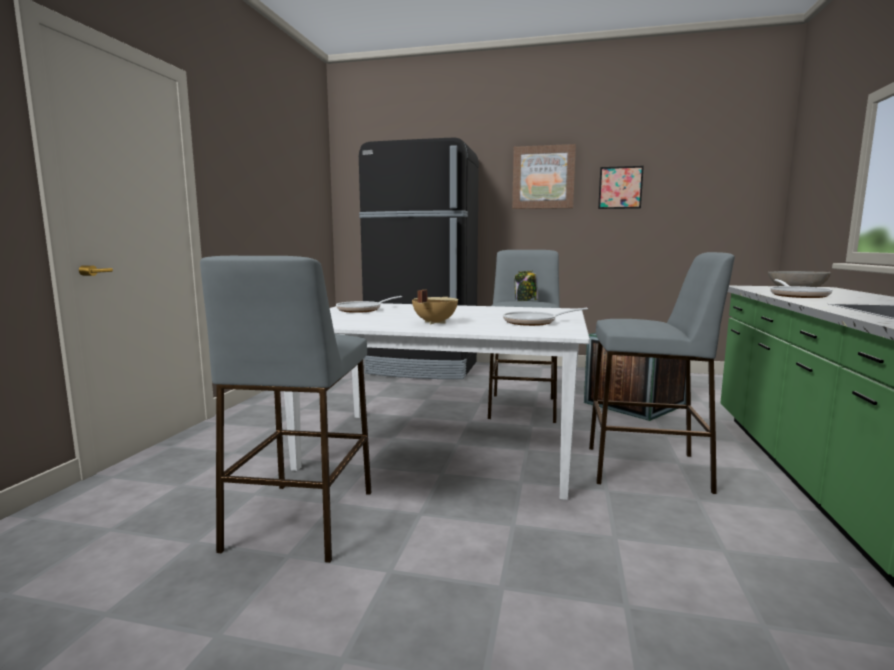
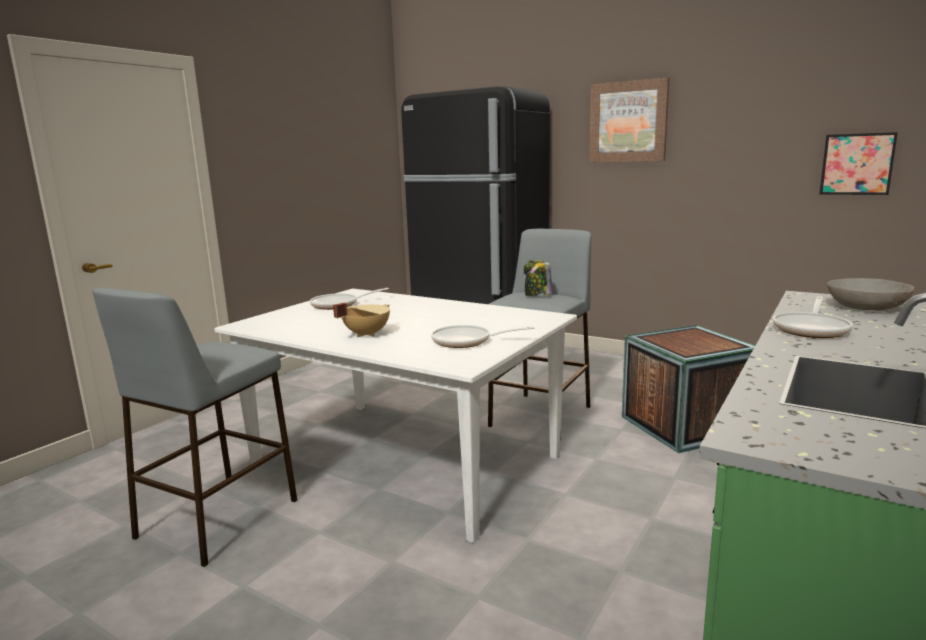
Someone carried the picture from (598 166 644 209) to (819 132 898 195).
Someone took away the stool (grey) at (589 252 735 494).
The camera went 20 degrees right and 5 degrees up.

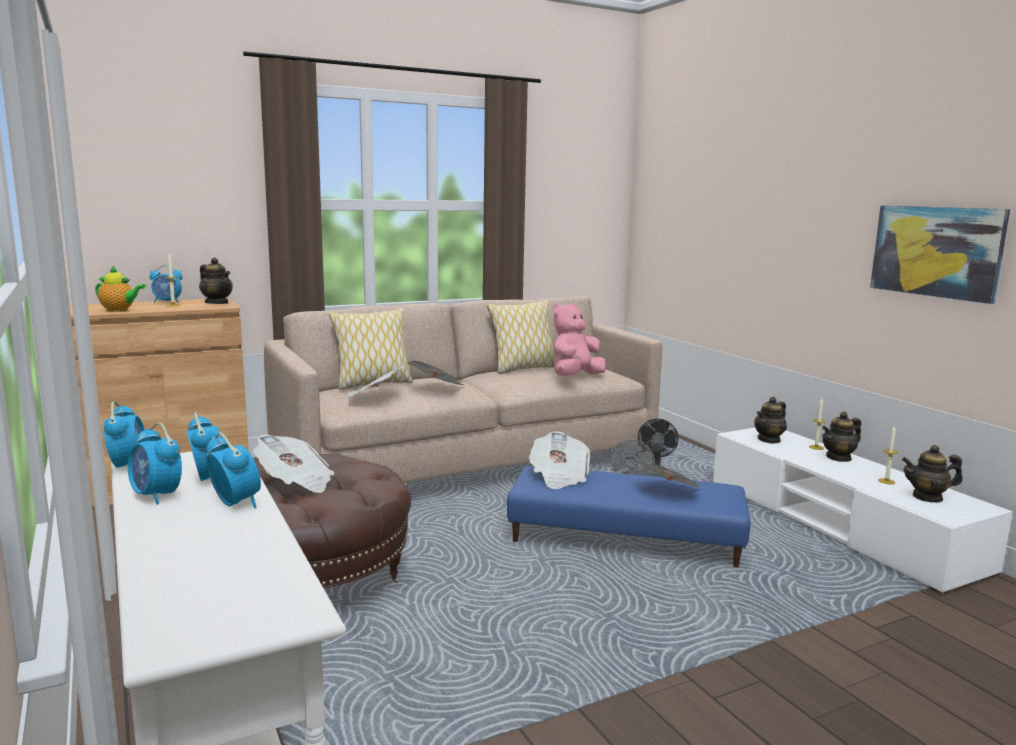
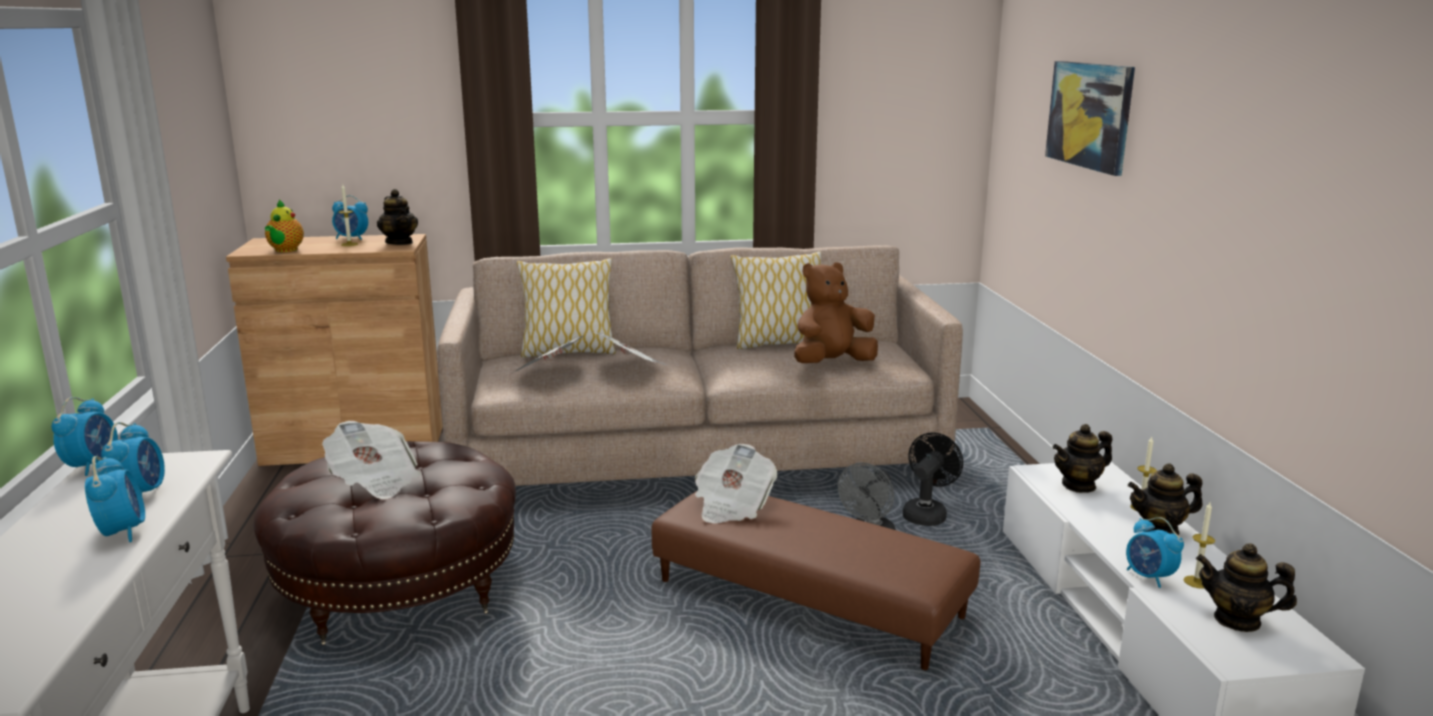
Someone carried the picture from (870 206 1010 304) to (1045 61 1135 176).
Someone rotated the teapot at (95 266 146 312) by 60 degrees clockwise.
Someone repainted the plush toy (pink) at (553 303 606 376), which became the plush toy (brown) at (794 262 878 363).
Someone carried the alarm clock from (128 423 182 505) to (1126 517 1184 588).
Someone took away the newspaper at (638 462 700 487).
Someone repainted the ottoman (blue) at (507 466 751 568), which became the ottoman (brown) at (651 490 980 670).
The camera went 20 degrees right and 5 degrees up.

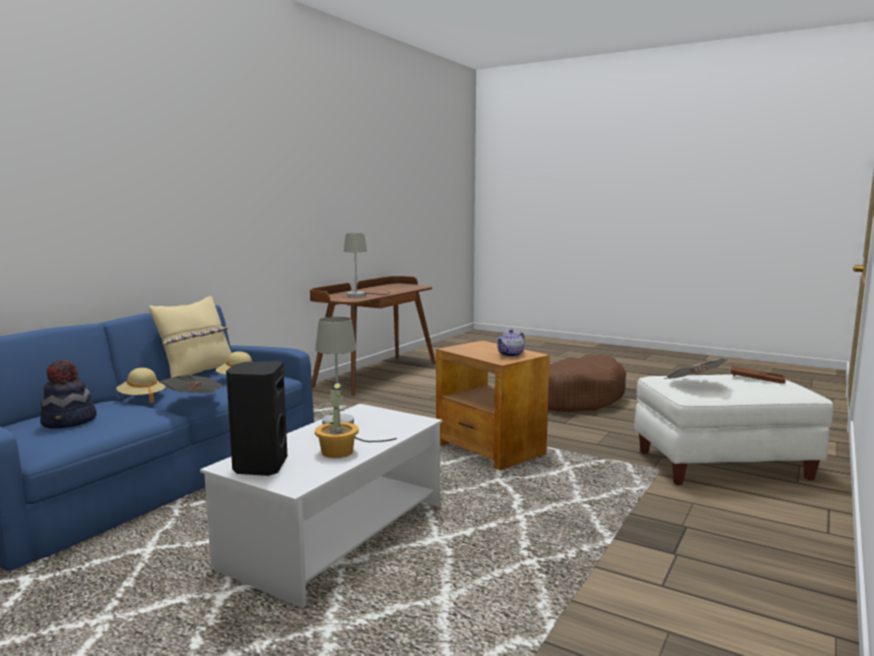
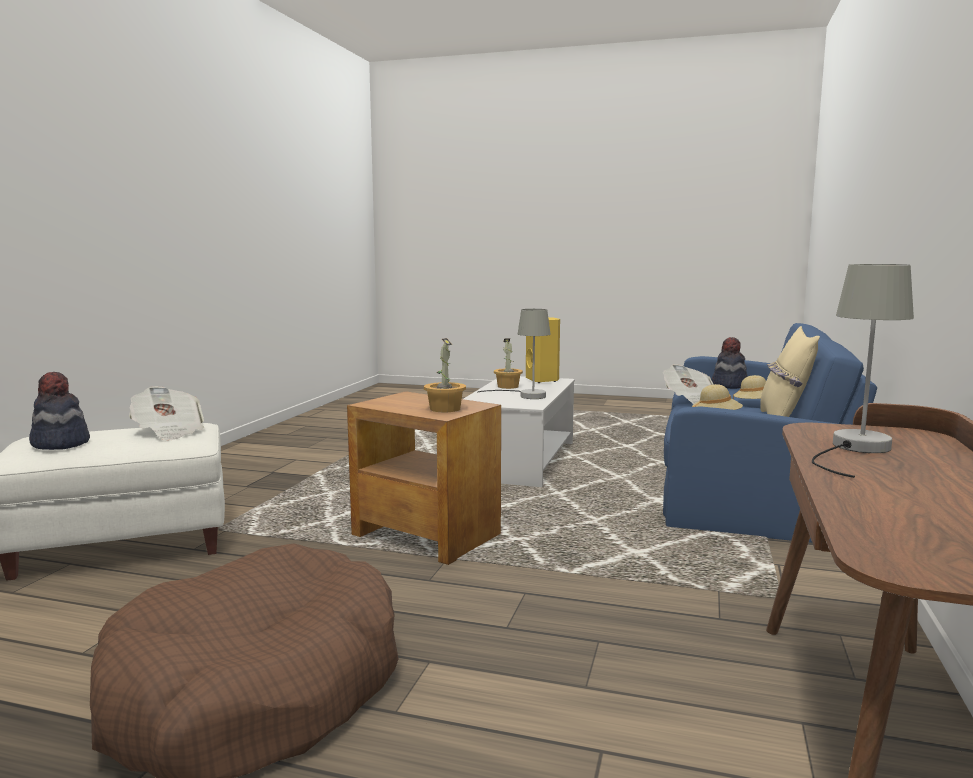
Someone took away the teapot at (497 329 525 357).
Someone repainted the speaker (black) at (226 361 287 476), which became the speaker (yellow) at (526 317 560 383).
Someone swapped the tray (brown) at (731 366 786 384) for the hat at (29 372 90 450).
Someone put down the potted plant at (424 338 466 412).
The camera went 165 degrees right and 0 degrees up.

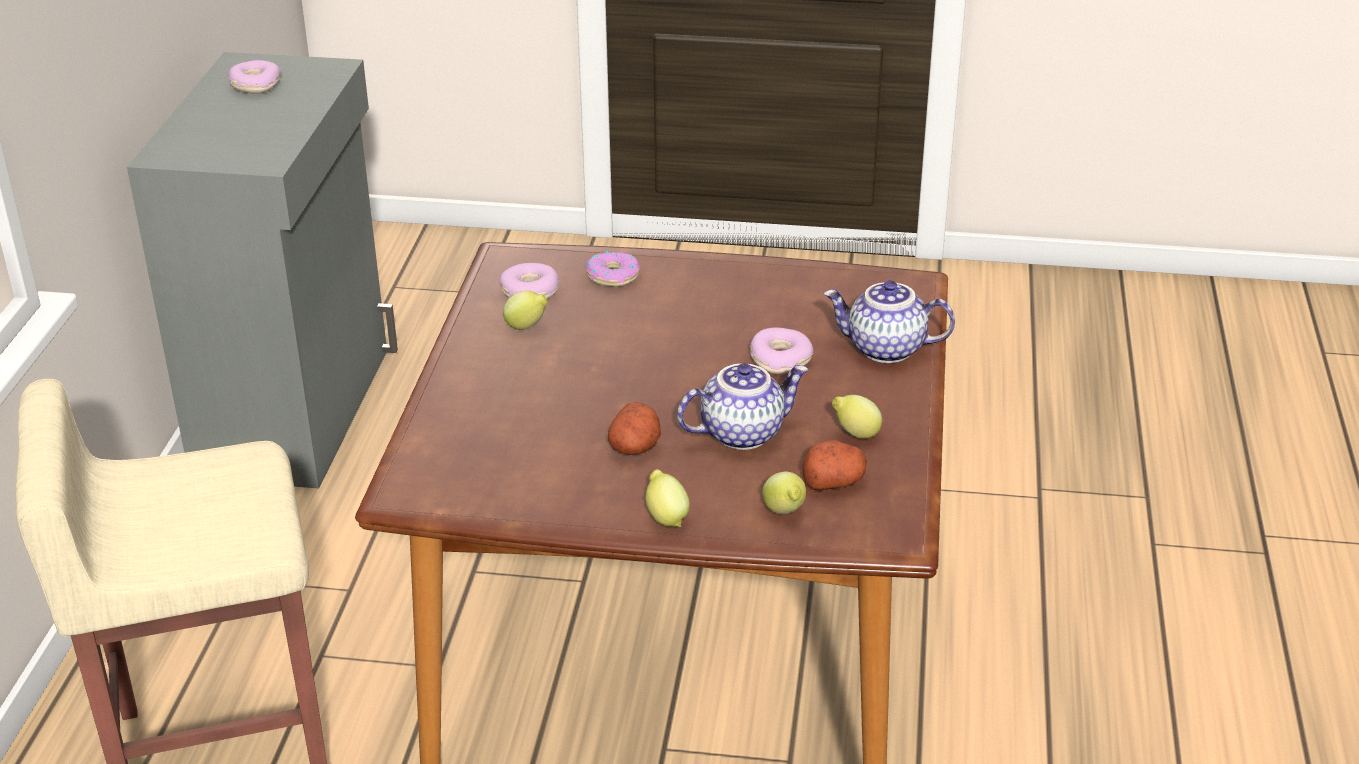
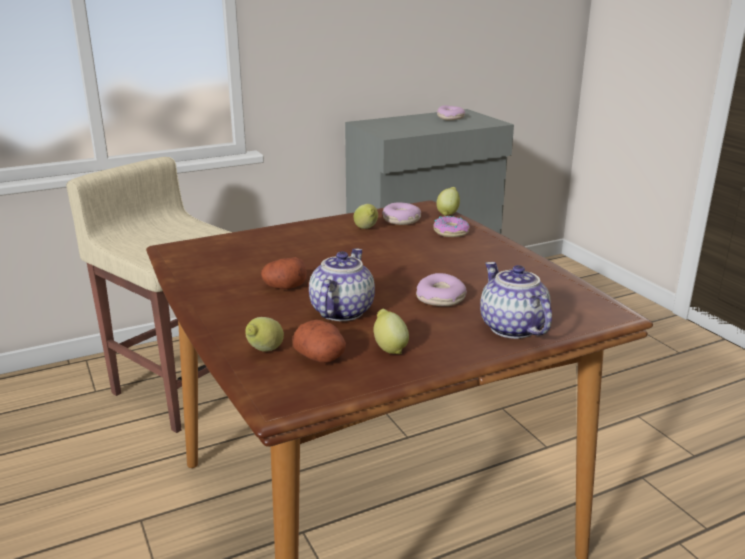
Someone rotated the teapot at (677 363 809 450) by 105 degrees counterclockwise.
Someone carried the lemon from (645 469 690 527) to (436 187 460 216).
The camera went 55 degrees right and 10 degrees down.

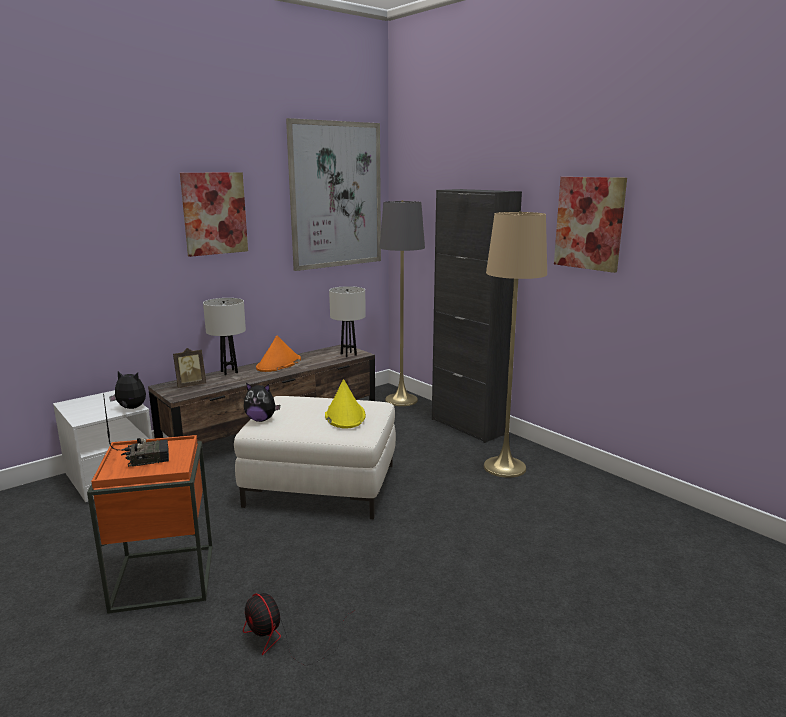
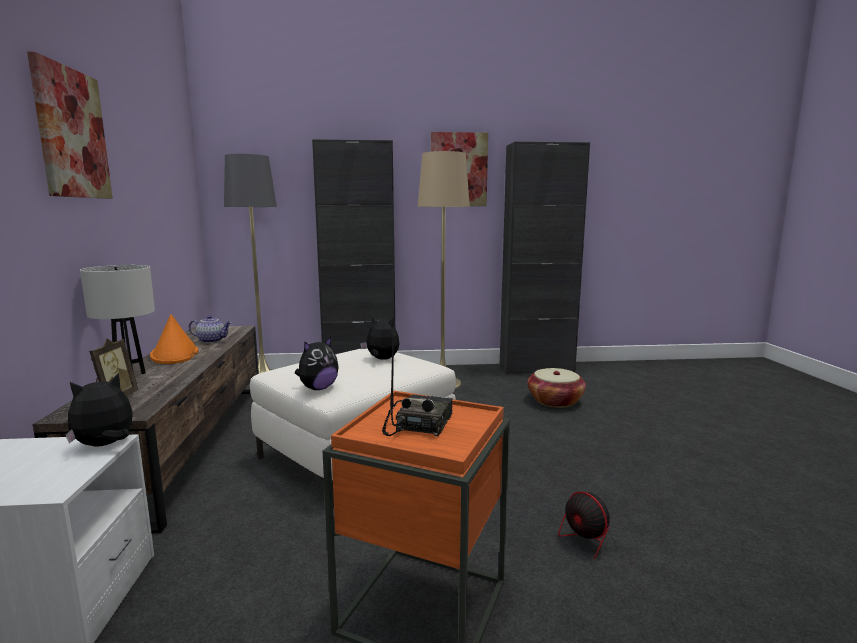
Someone took away the picture at (286 118 381 271).
Someone took away the table lamp (white) at (329 286 365 357).
Someone swapped the hat (yellow) at (325 379 366 429) for the plush toy at (360 315 400 360).
Someone rotated the fan at (243 593 357 666) by 60 degrees clockwise.
Someone put down the cabinet (black) at (500 142 590 375).
Someone put down the teapot at (189 315 232 343).
Someone put down the basket at (527 368 586 408).
The camera went 55 degrees left and 5 degrees down.

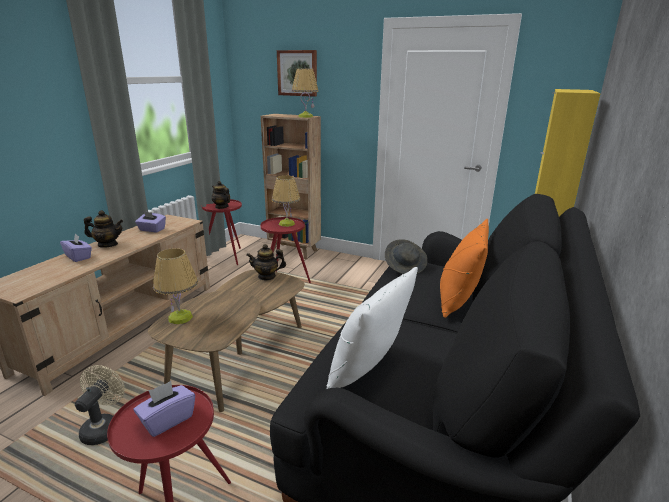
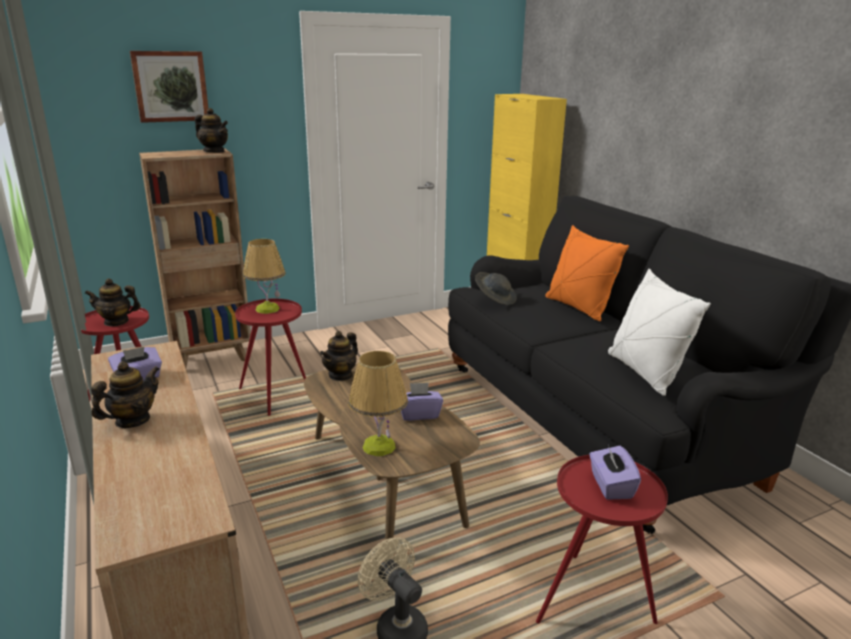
Someone swapped the table lamp at (292 68 319 118) for the teapot at (195 108 228 152).
Someone carried the tissue box (purple) from (60 234 92 262) to (401 382 443 421).
The camera went 50 degrees left and 0 degrees up.

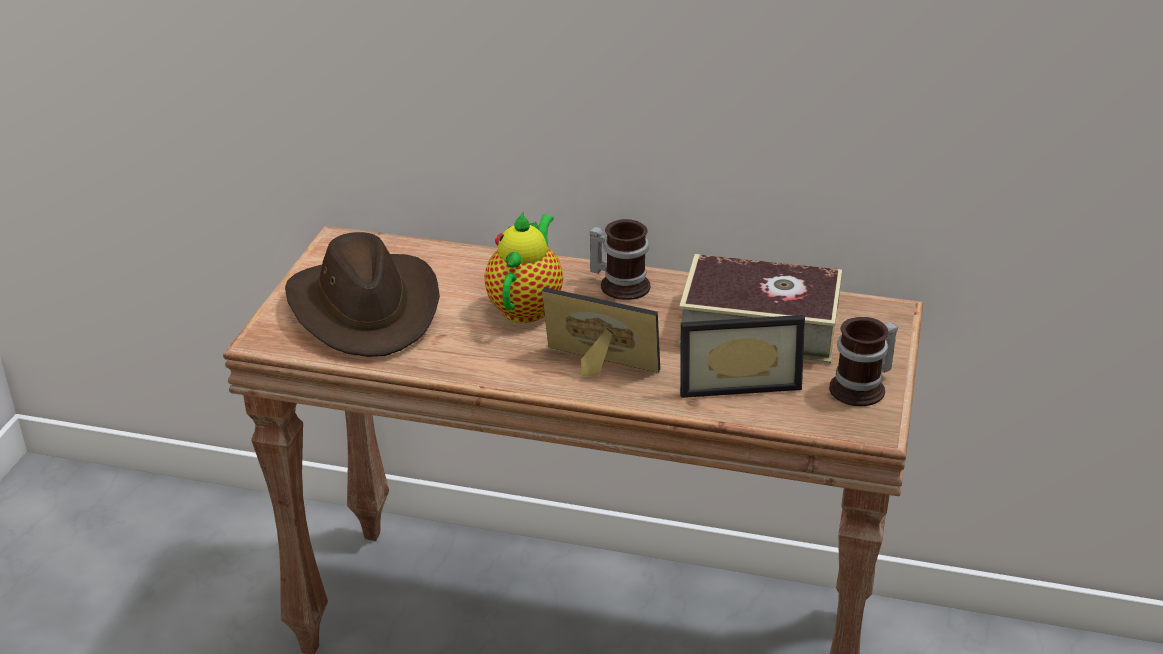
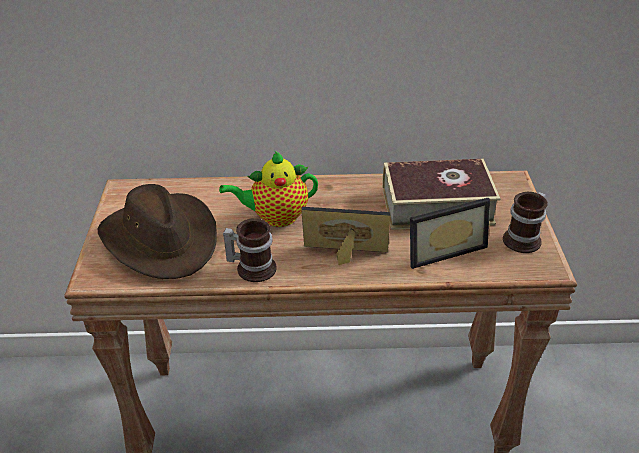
Someone rotated the teapot at (484 211 563 323) by 105 degrees counterclockwise.
Someone carried the mug from (590 219 651 300) to (223 218 277 282).
The camera went 15 degrees left and 5 degrees up.

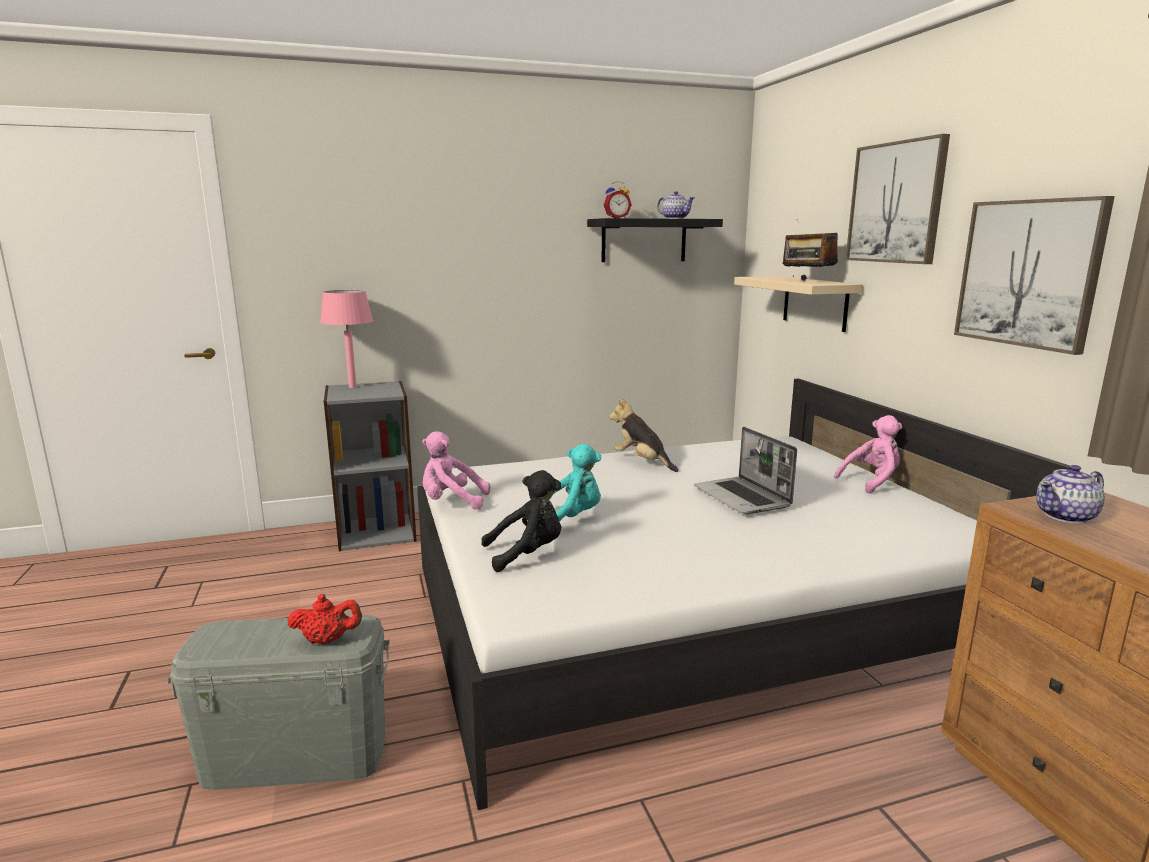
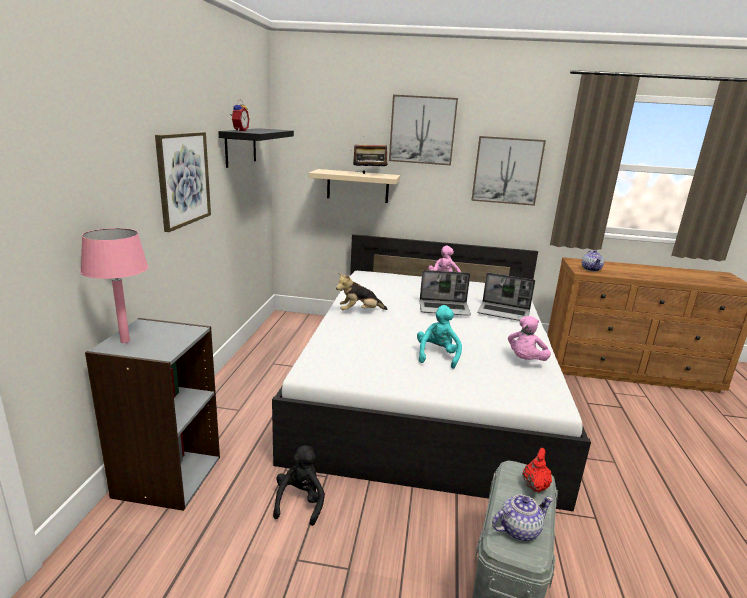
Someone carried the teapot from (657 191 695 219) to (492 495 553 541).
Someone carried the plush toy (pink) from (422 431 490 510) to (508 316 551 361).
Someone carried the plush toy (black) from (481 470 562 572) to (273 445 325 526).
Someone put up the picture at (155 132 211 232).
Someone put down the laptop at (477 272 535 321).
The camera went 65 degrees left and 5 degrees up.

